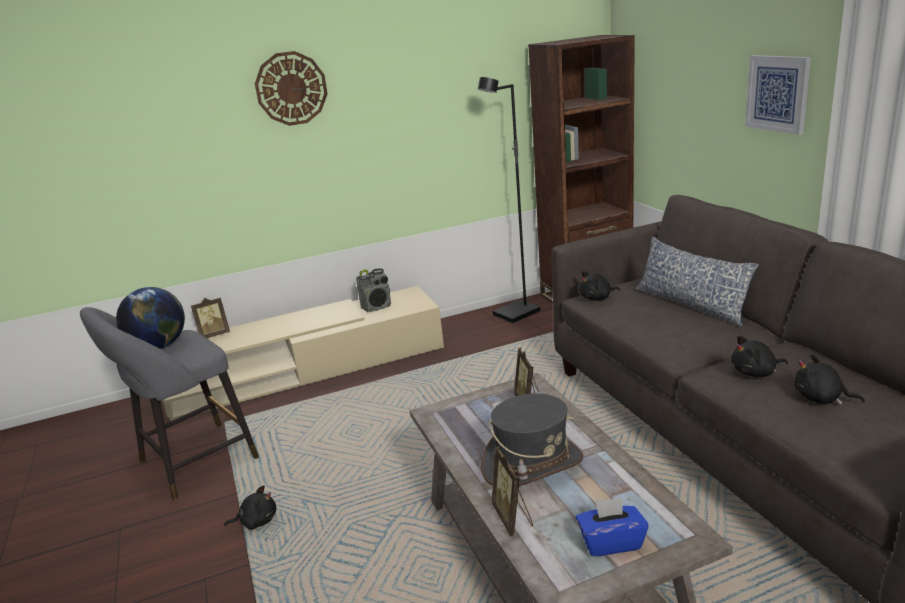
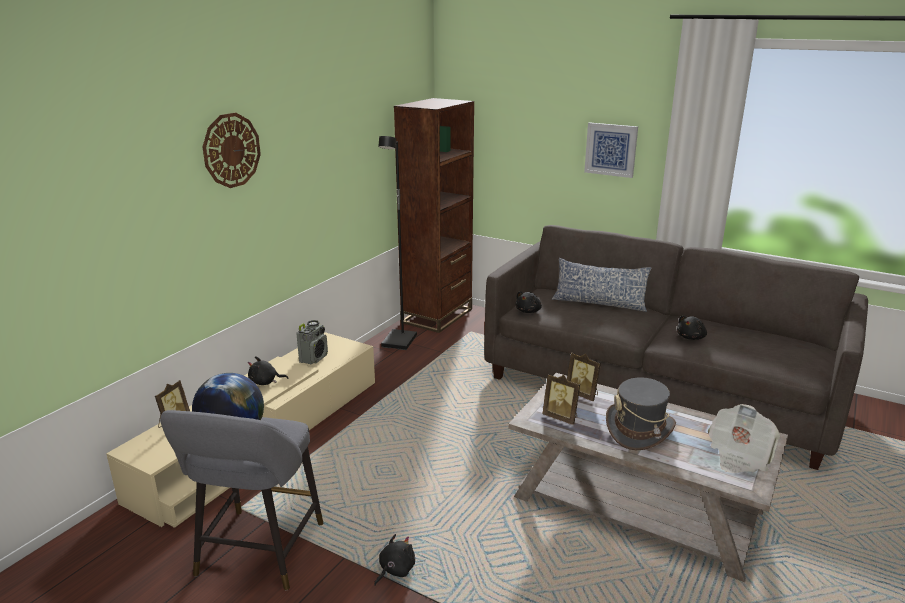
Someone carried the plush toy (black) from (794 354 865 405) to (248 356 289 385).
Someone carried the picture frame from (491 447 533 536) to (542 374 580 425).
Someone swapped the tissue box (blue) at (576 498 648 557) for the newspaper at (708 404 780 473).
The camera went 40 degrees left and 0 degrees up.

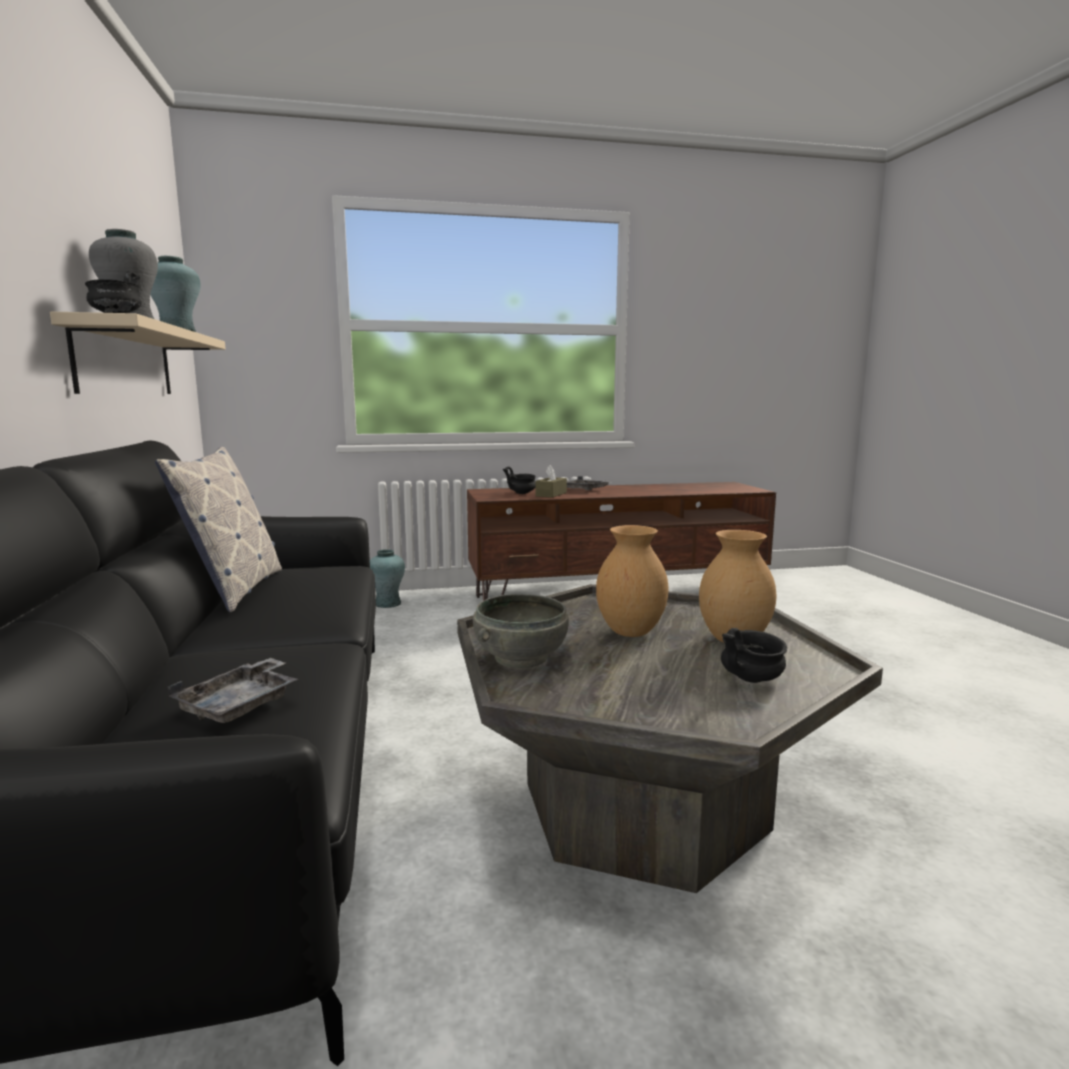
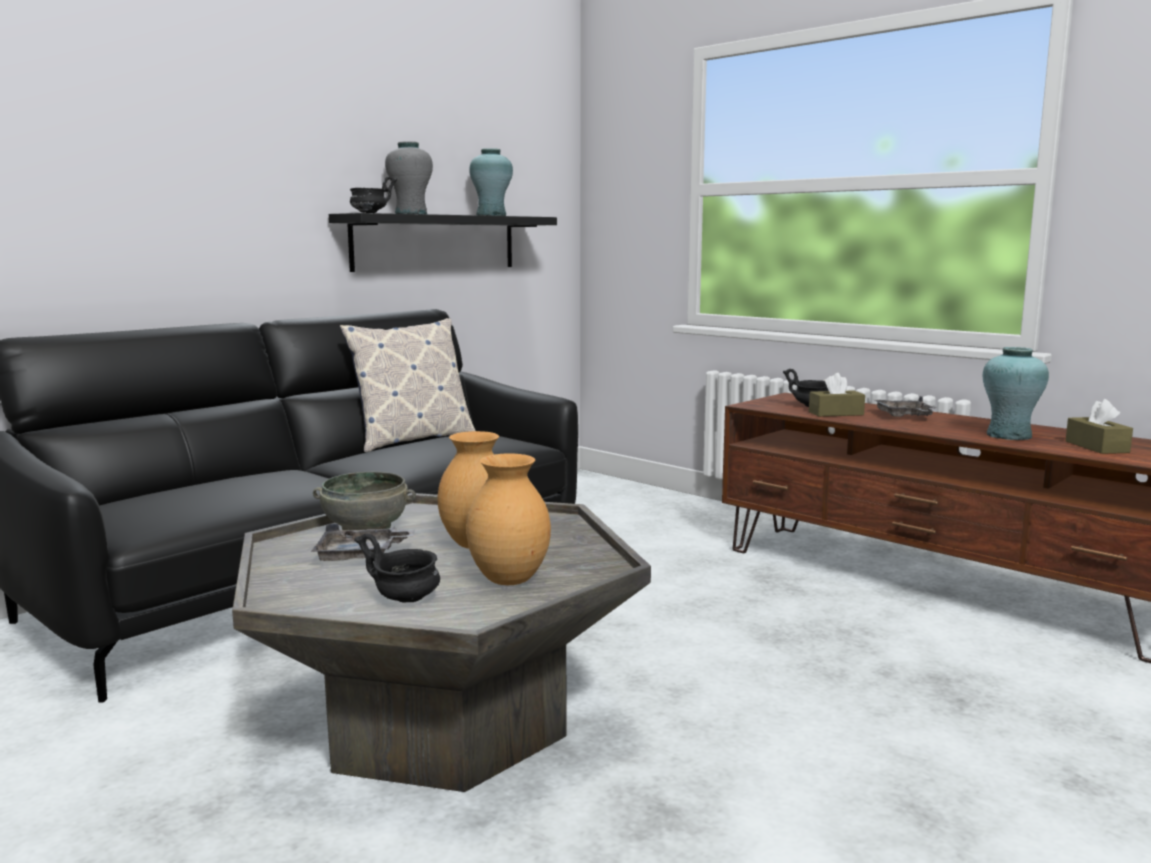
Someone repainted the shelf (beige) at (50 312 226 394), which became the shelf (black) at (329 213 557 272).
Someone carried the vase (turquoise) from (370 549 405 608) to (983 347 1049 440).
Someone carried the tray (grey) from (168 658 298 723) to (311 523 415 561).
Someone put down the tissue box (brown) at (1066 399 1133 454).
The camera went 55 degrees right and 0 degrees up.

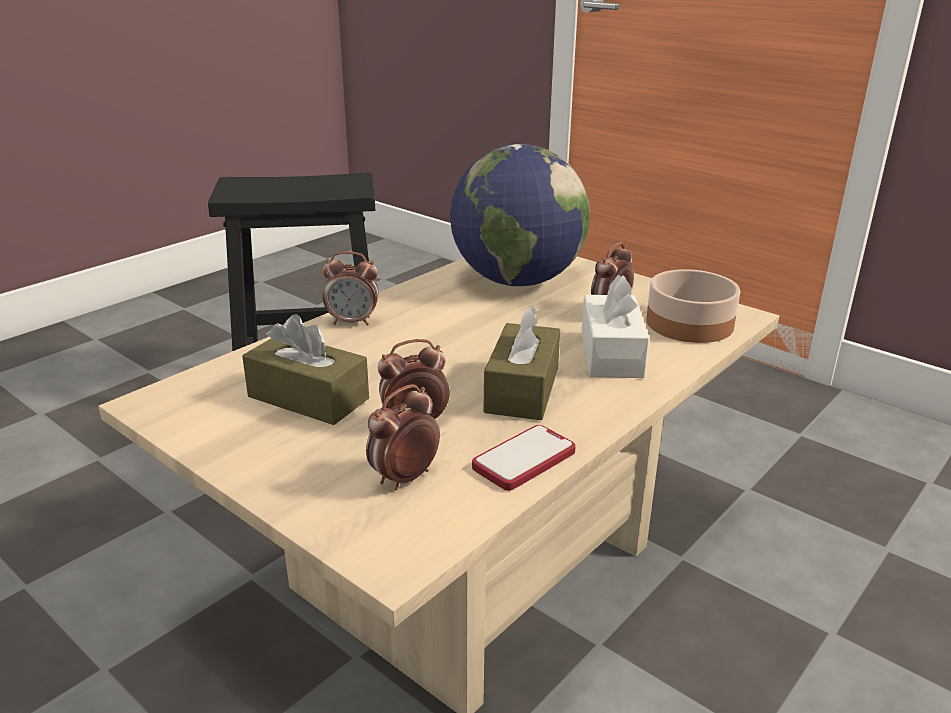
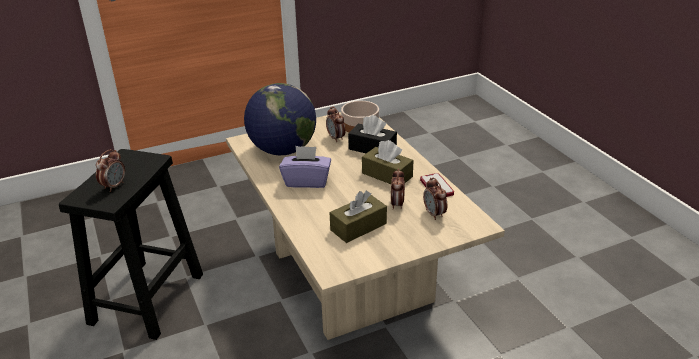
Someone carried the alarm clock from (323 251 378 326) to (96 149 125 192).
Someone repainted the tissue box (white) at (581 275 649 378), which became the tissue box (black) at (348 115 397 153).
Someone put down the tissue box (purple) at (279 146 331 188).
The camera went 65 degrees left and 5 degrees up.

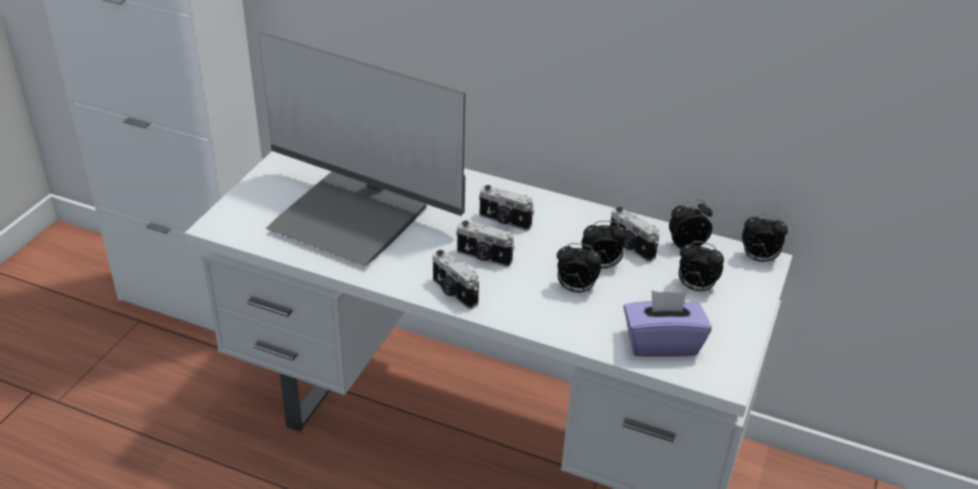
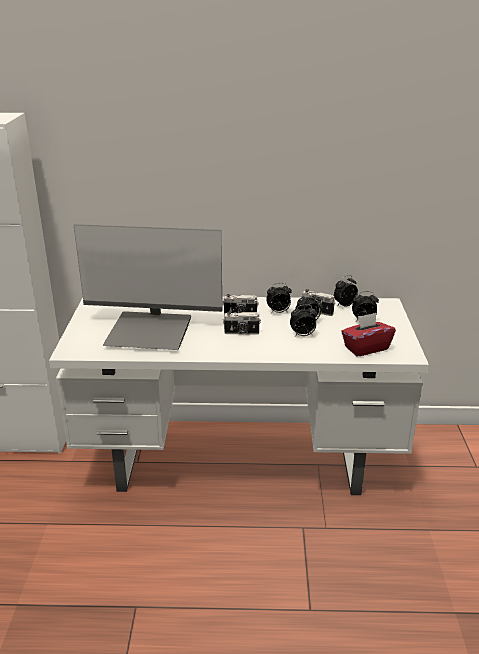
Someone carried the alarm clock from (742 214 788 262) to (266 283 292 313).
Someone took away the photo camera at (433 250 479 309).
Someone repainted the tissue box (purple) at (623 291 712 357), which became the tissue box (red) at (341 313 396 357).
The camera went 20 degrees left and 10 degrees down.

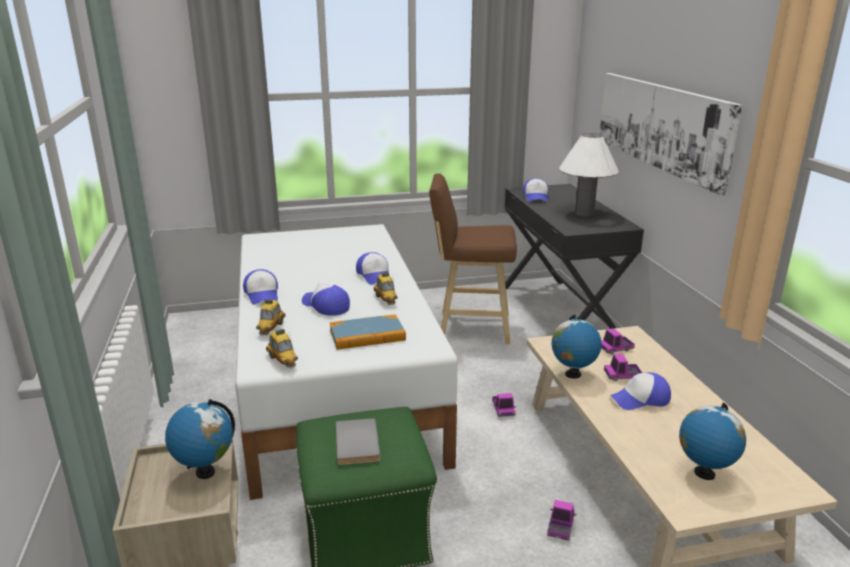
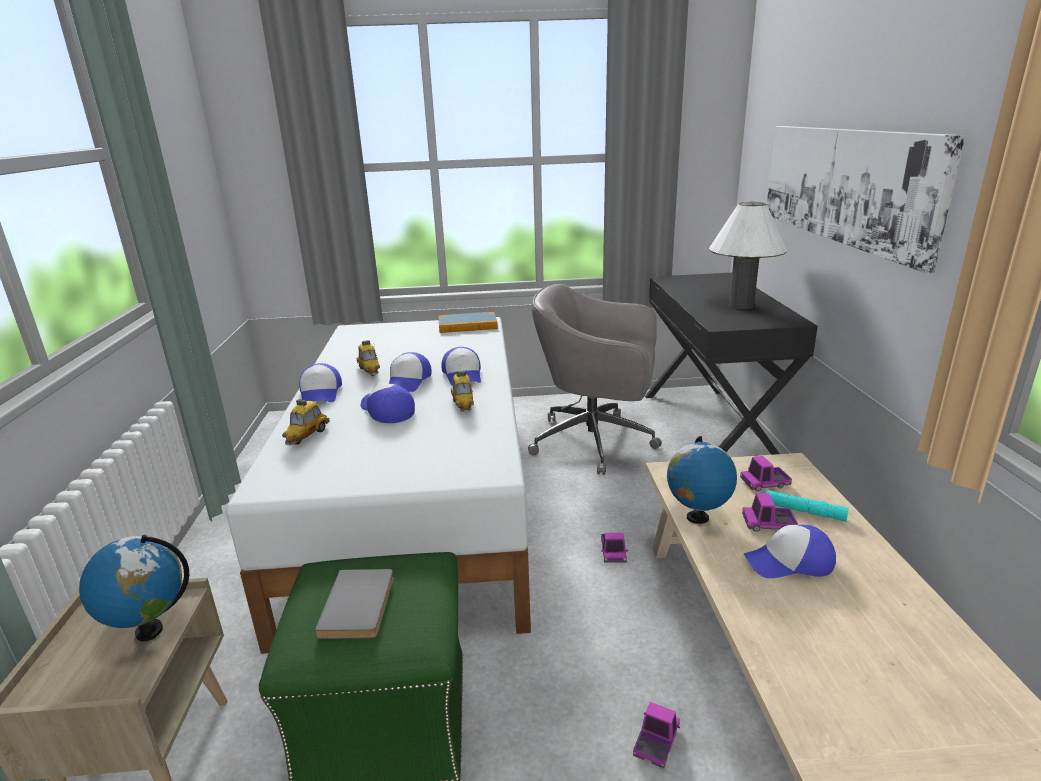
Someone swapped the stool (brown) at (429 173 517 344) for the office chair (grey) at (528 284 662 475).
Someone carried the cap from (522 178 549 202) to (389 352 432 392).
Someone carried the book from (330 314 406 350) to (439 312 498 333).
Someone carried the toy car from (266 329 298 368) to (357 340 380 376).
Someone took away the globe at (679 403 746 480).
Someone put down the flashlight (turquoise) at (764 490 849 522).
The camera went 10 degrees right and 0 degrees up.

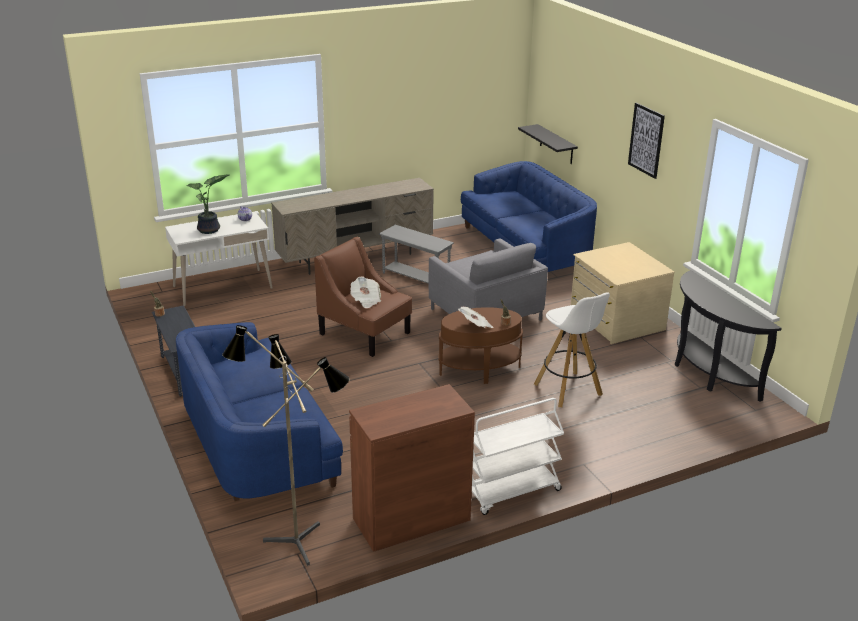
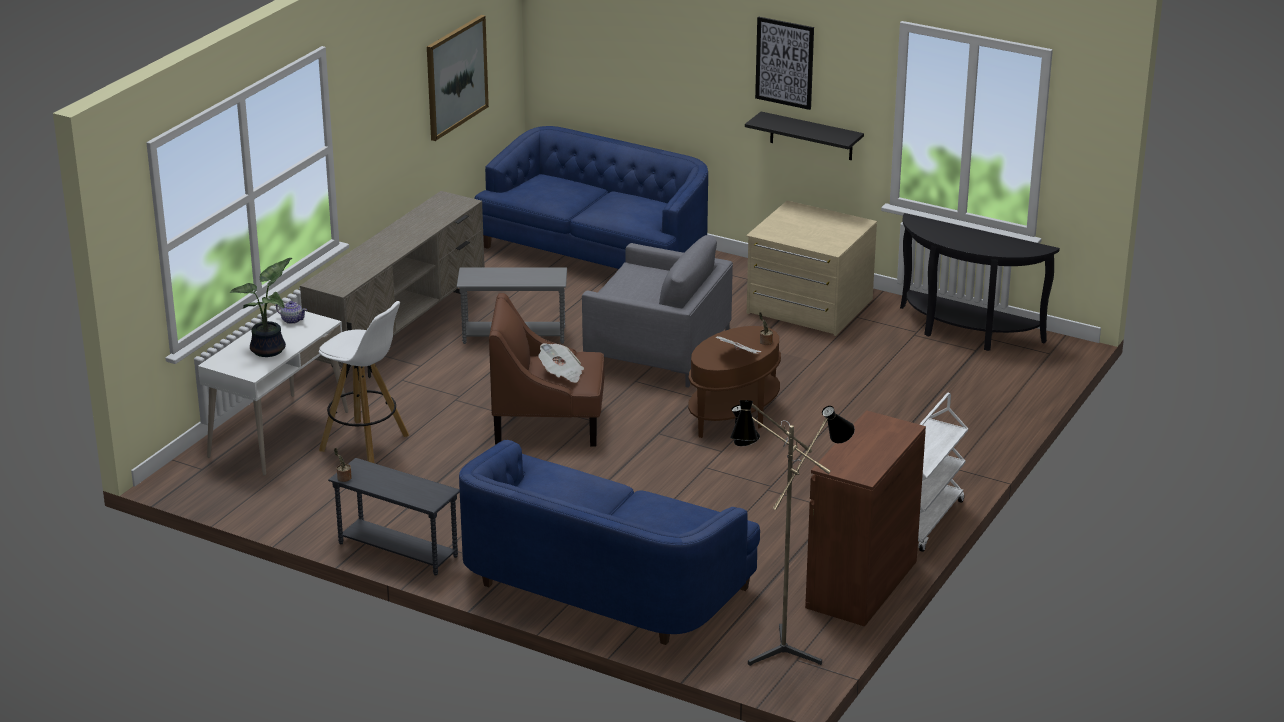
Someone carried the shelf (black) from (518 124 578 164) to (745 112 864 160).
Someone carried the stool (white) from (534 292 610 407) to (319 301 409 463).
Someone put up the picture at (427 15 489 141).
The camera went 35 degrees left and 0 degrees up.

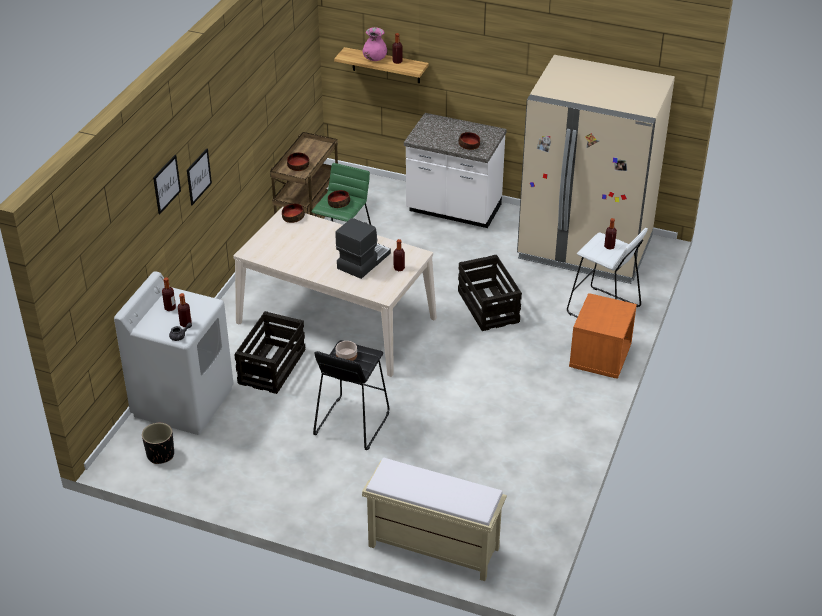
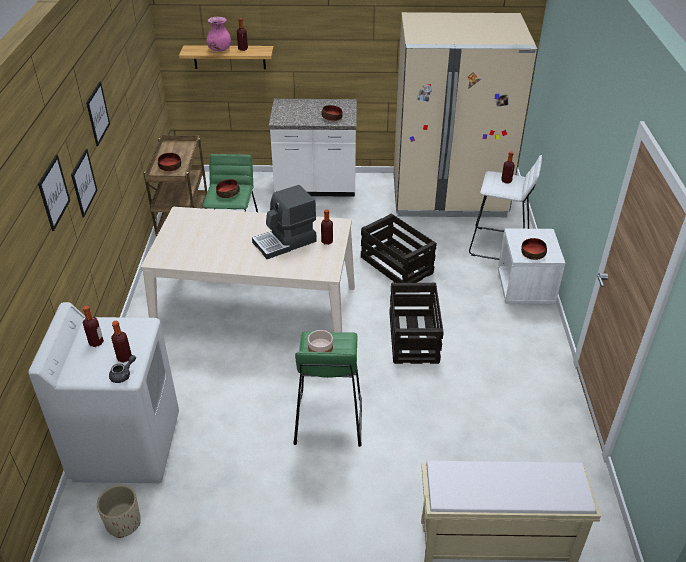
Someone carried the bowl from (282 203 305 223) to (521 238 547 260).
Someone rotated the coffee machine at (335 218 391 279) by 135 degrees counterclockwise.
Someone repainted the nightstand (orange) at (569 293 637 379), which became the nightstand (white) at (498 228 565 305).
Someone carried the crate from (234 311 306 394) to (389 282 444 364).
Someone repainted the stool (black) at (313 340 389 450), which became the stool (green) at (293 331 362 447).
Someone repainted the planter (black) at (142 423 174 464), which became the planter (beige) at (97 485 141 538).
Someone put up the picture at (86 82 110 146).
The camera went 20 degrees left and 0 degrees up.

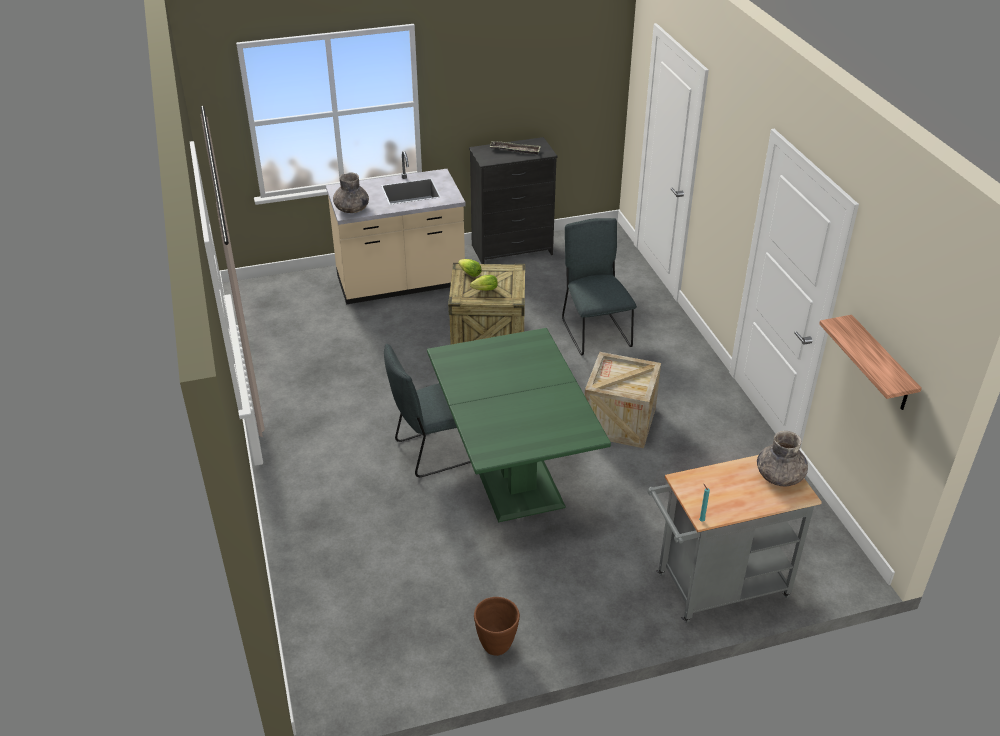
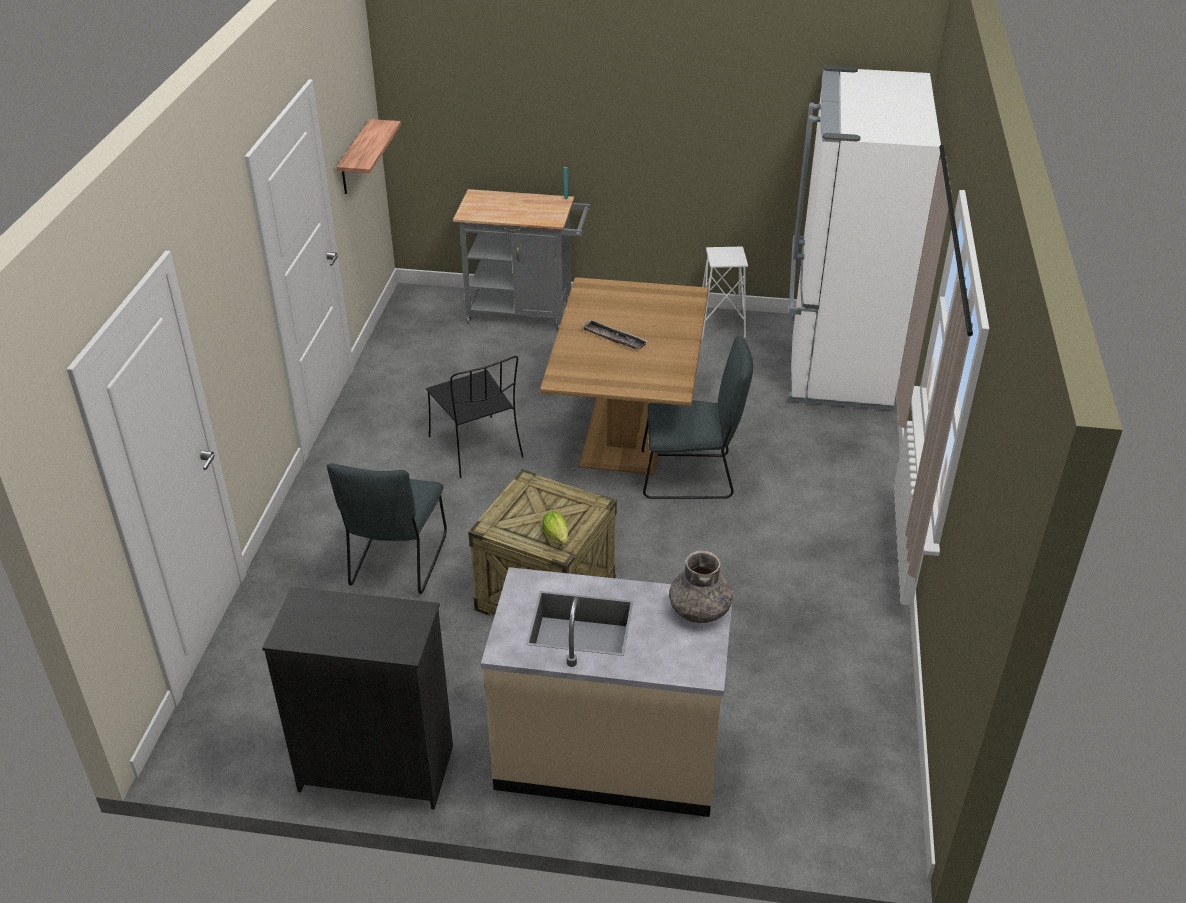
Someone carried the tray from (489 141 541 155) to (581 319 648 349).
Someone took away the lettuce at (470 275 498 291).
Someone repainted the dining table (green) at (427 328 611 522), which became the dining table (brown) at (540 277 709 475).
Someone swapped the crate at (585 352 661 448) for the chair (black) at (426 356 523 478).
Someone took away the vase (grey) at (757 431 808 487).
Someone swapped the planter (brown) at (474 597 520 656) for the stool (white) at (701 247 748 339).
Someone put down the fridge (white) at (787 65 941 411).
The camera went 155 degrees left and 0 degrees up.

